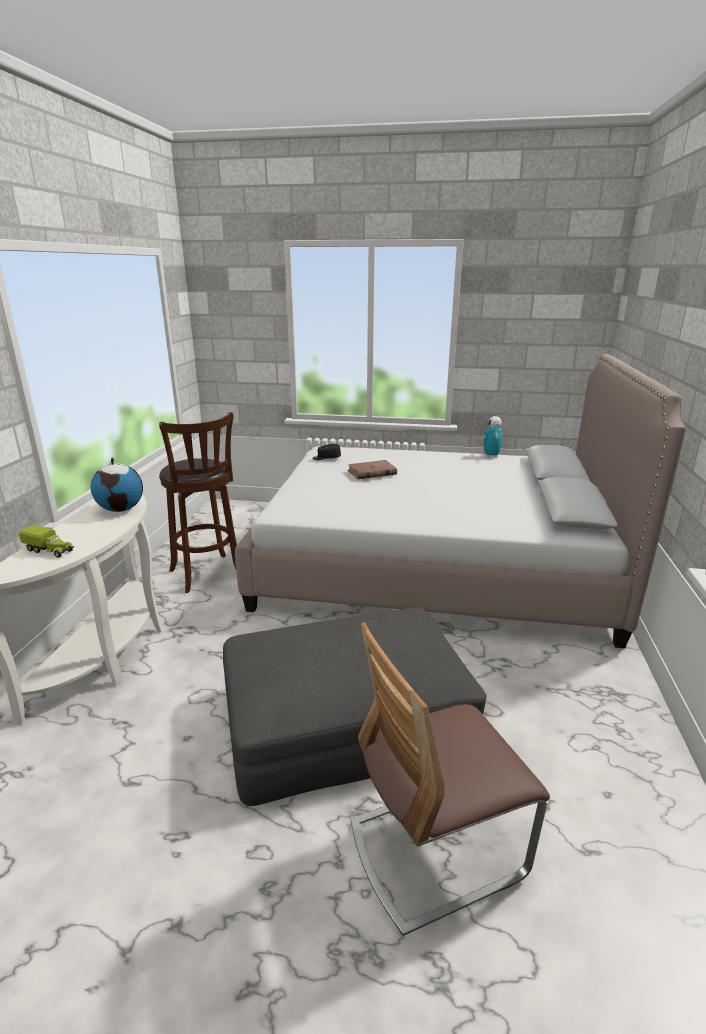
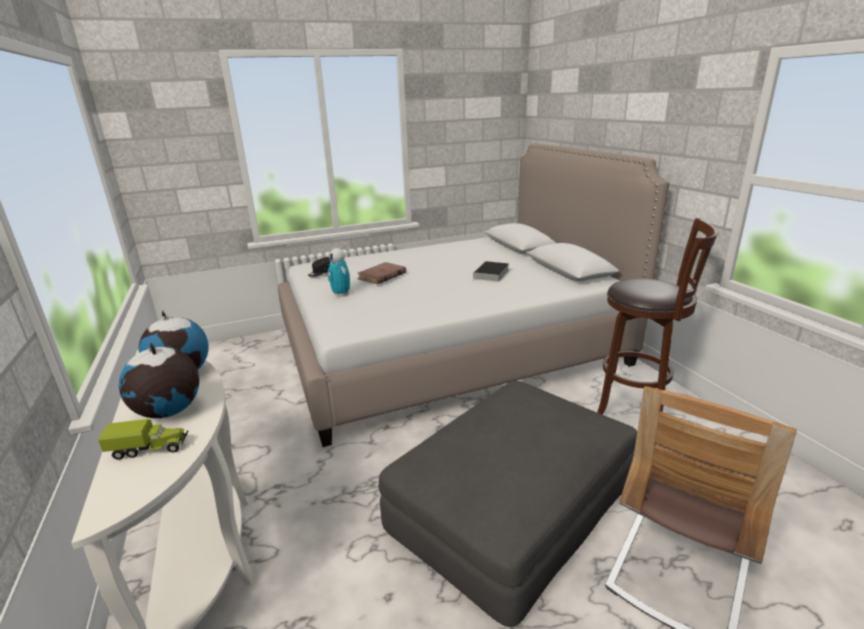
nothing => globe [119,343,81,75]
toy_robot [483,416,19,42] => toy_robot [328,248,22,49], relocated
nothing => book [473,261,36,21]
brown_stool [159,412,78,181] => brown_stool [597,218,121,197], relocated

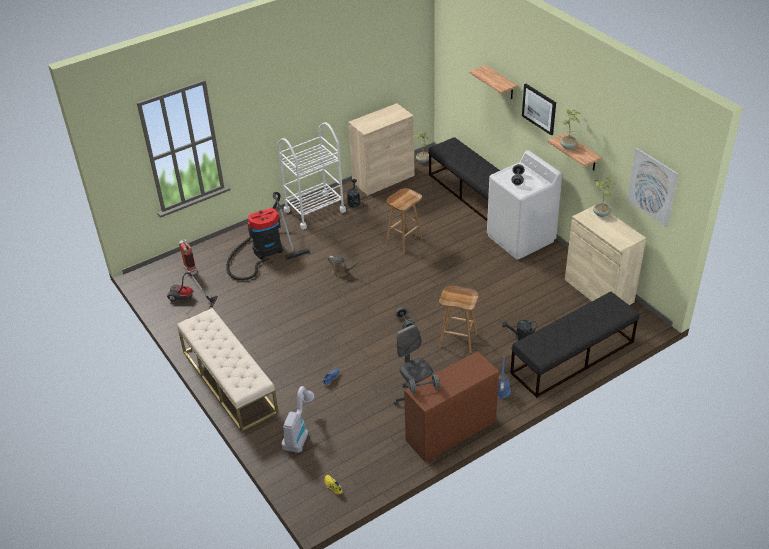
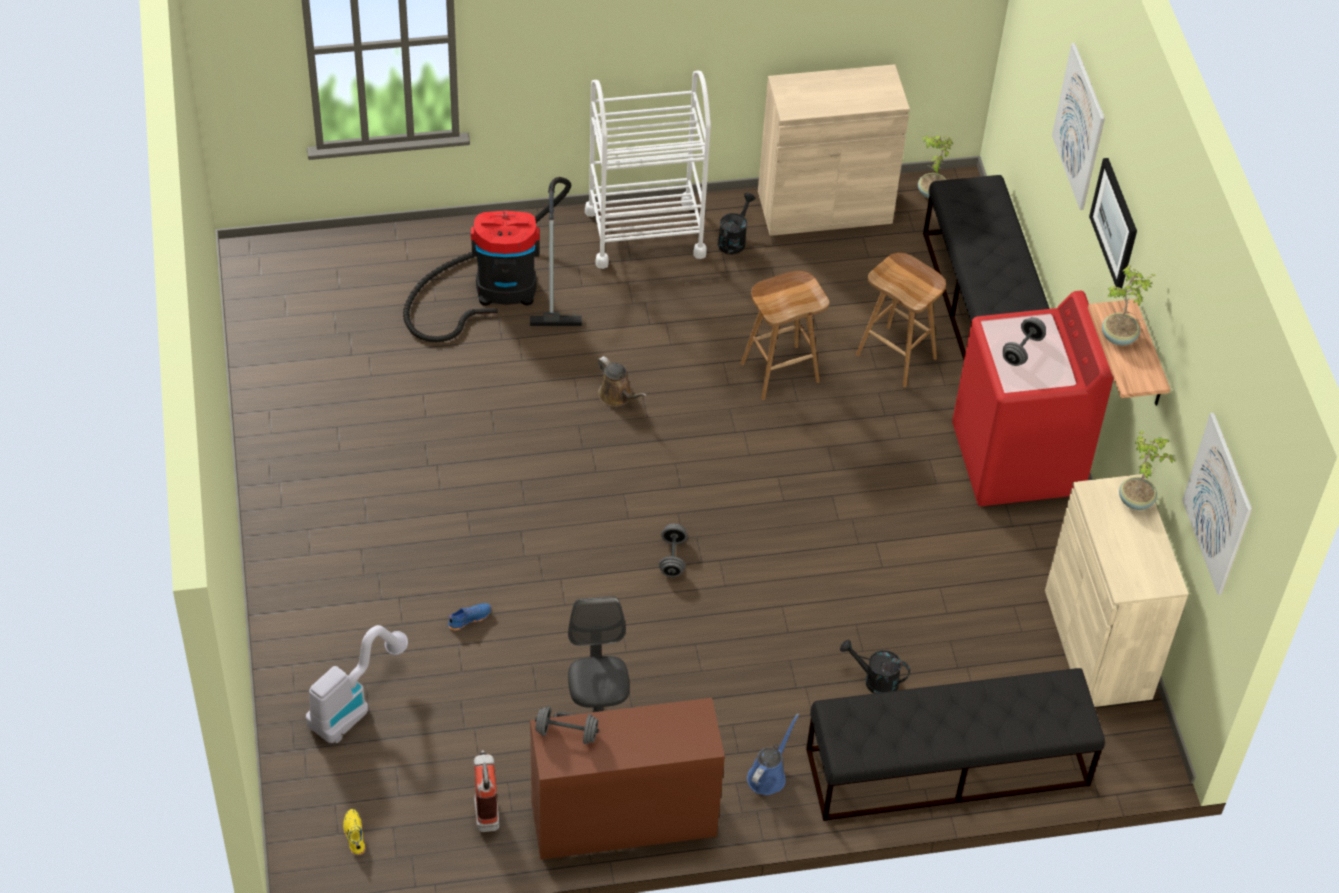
fire_extinguisher [179,239,18,37] => fire_extinguisher [474,750,25,82], relocated
brown_stool [439,286,40,67] => brown_stool [856,253,90,134], relocated
white_washing_machine [487,150,75,110] => red_washing_machine [952,291,162,215]
shelf [469,65,49,34] => picture [1052,43,53,167]
vacuum_cleaner [167,273,51,34] => nothing
beige_bench [177,308,102,124] => nothing

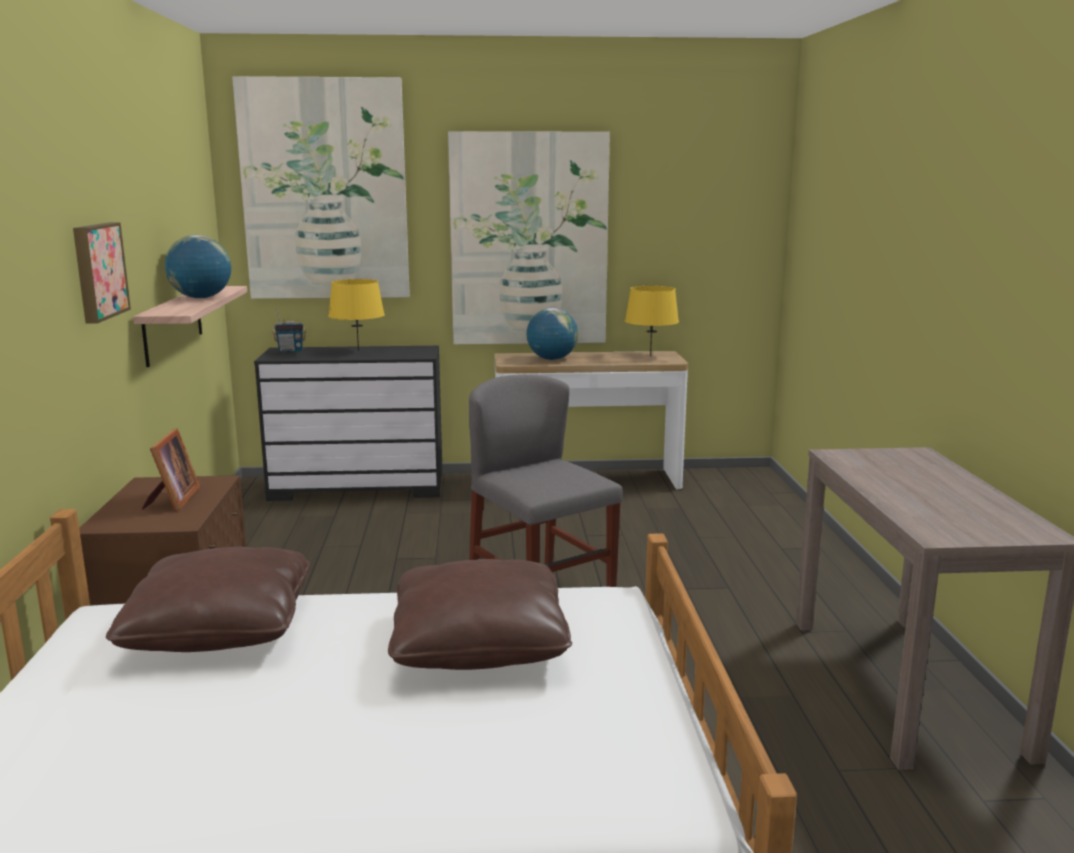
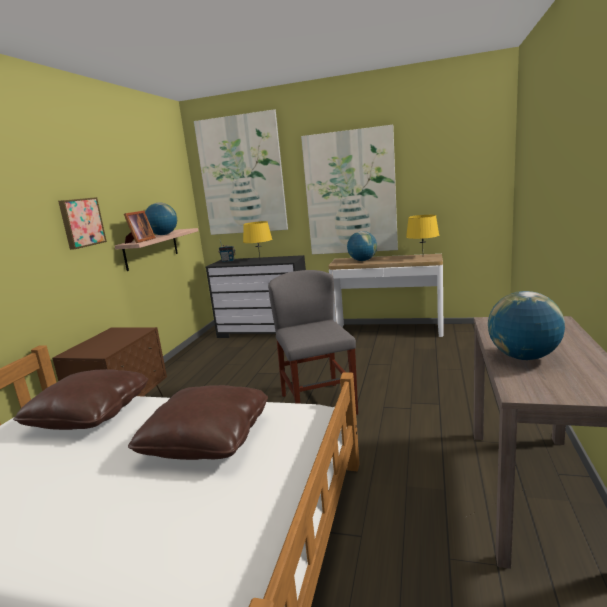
picture_frame [142,428,58,83] => picture_frame [124,211,32,33], relocated
nothing => globe [488,291,77,69]

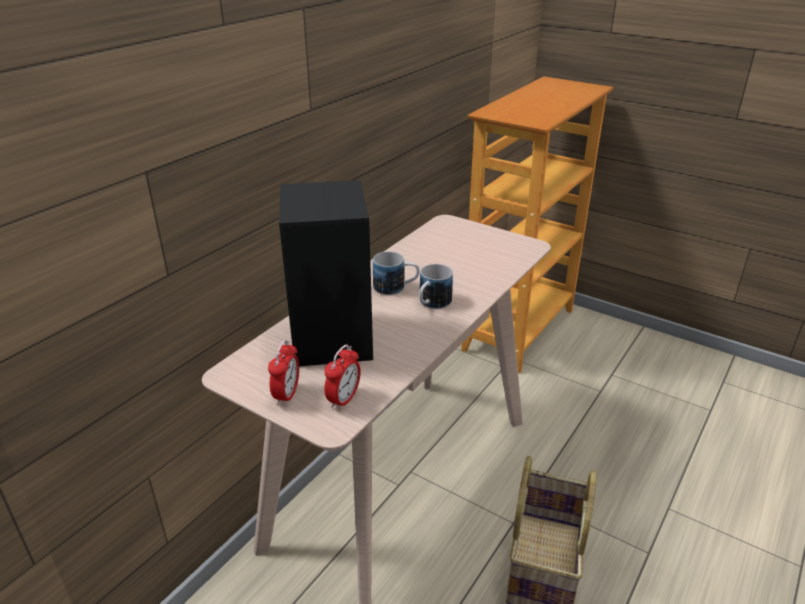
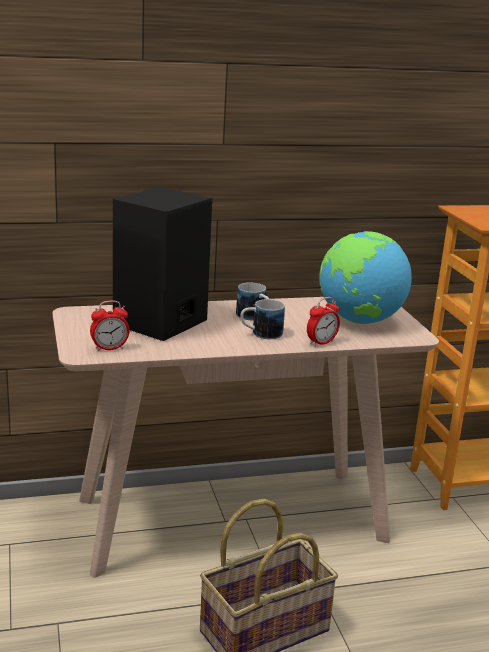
alarm_clock [268,340,31,66] => alarm_clock [307,297,33,50], relocated
nothing => globe [319,231,93,93]

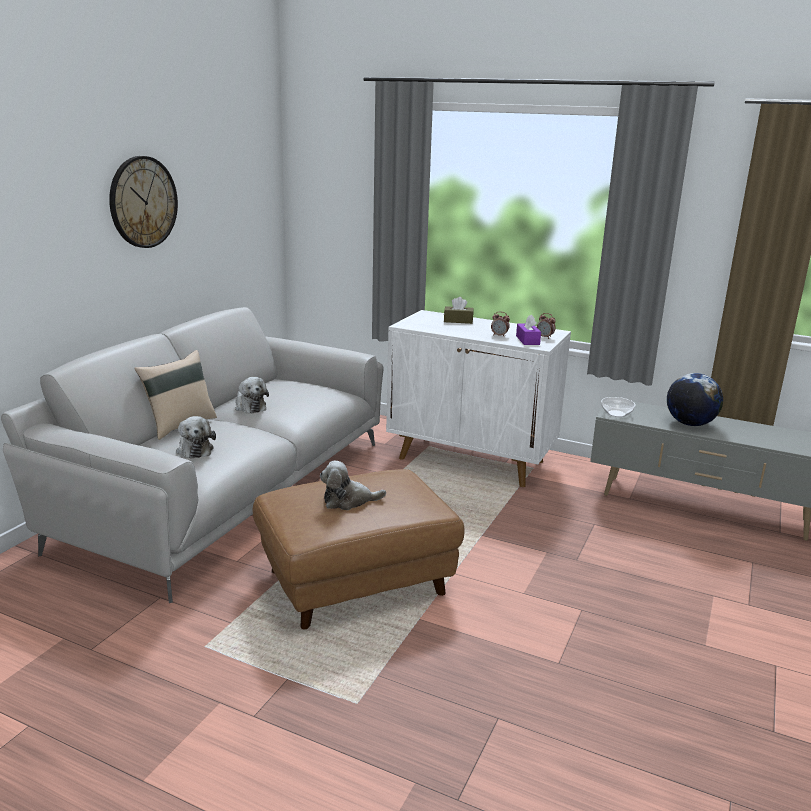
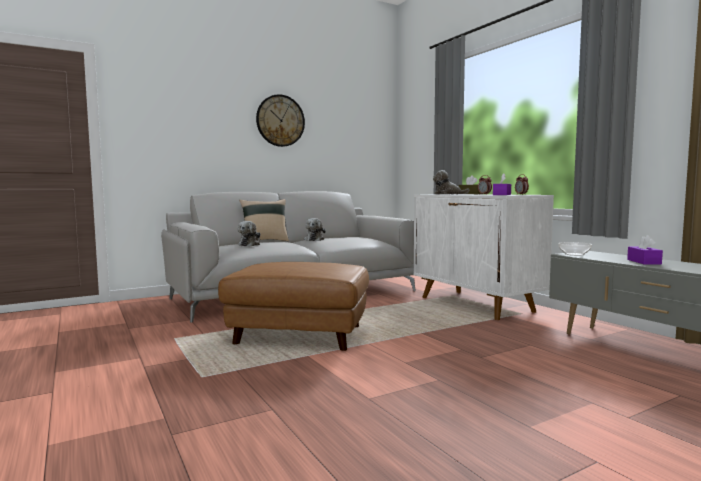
plush_toy [320,460,66,50] => plush_toy [433,170,37,25], relocated
globe [667,373,56,53] => purple_tissue_box [627,235,36,30]

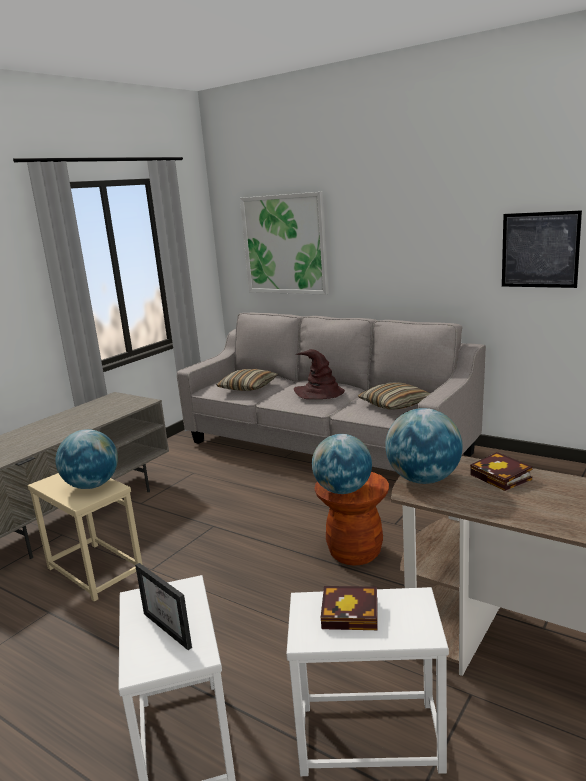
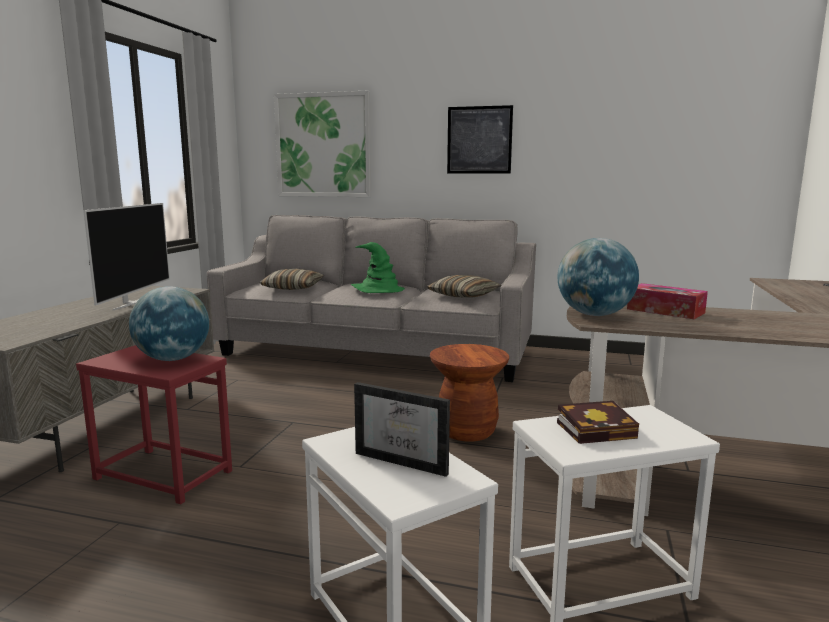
beige_side_table [28,473,115,129] => red_side_table [76,345,156,159]
nothing => television [83,203,87,107]
brown_hat [294,349,51,50] => green_hat [351,242,54,51]
picture [502,210,80,78] => picture [447,105,66,69], relocated
book [470,452,62,39] => tissue_box [627,283,81,36]
globe [312,434,60,60] => nothing

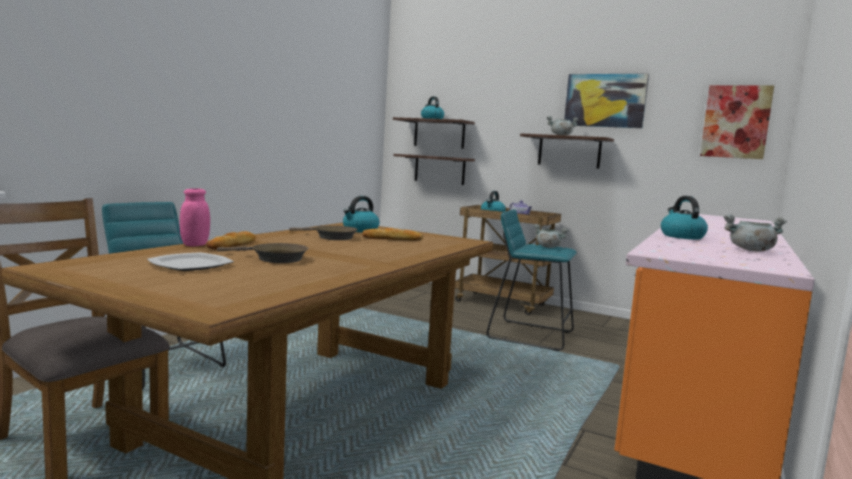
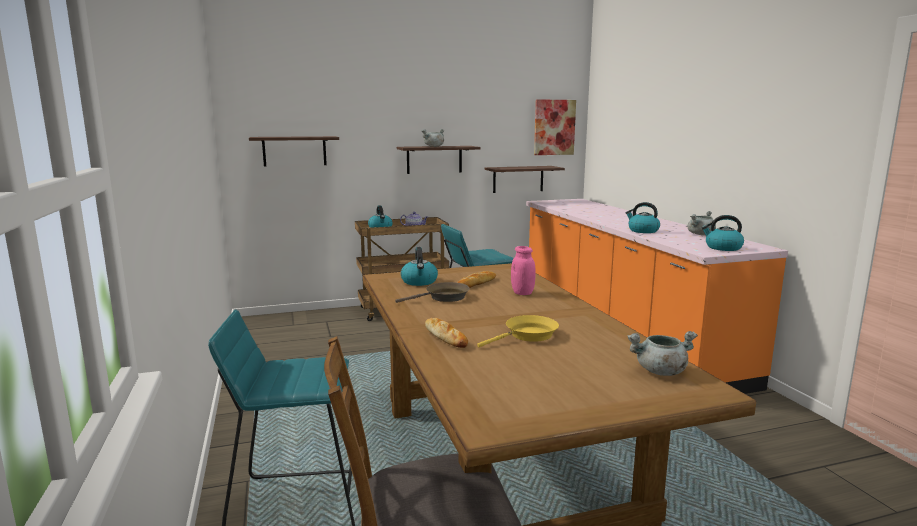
brown_frying_pan [217,243,92,20] => yellow_frying_pan [477,315,82,32]
shelf [394,154,81,31] => shelf [484,166,81,27], relocated
pink_jar [180,188,30,59] => pink_jar [511,246,25,49], relocated
grey_cooking_pot [534,224,34,24] => grey_cooking_pot [627,331,71,45], relocated
kettle [421,96,23,23] => kettle [701,215,43,36], relocated
plate [147,252,87,19] => nothing
picture [564,74,85,54] => nothing

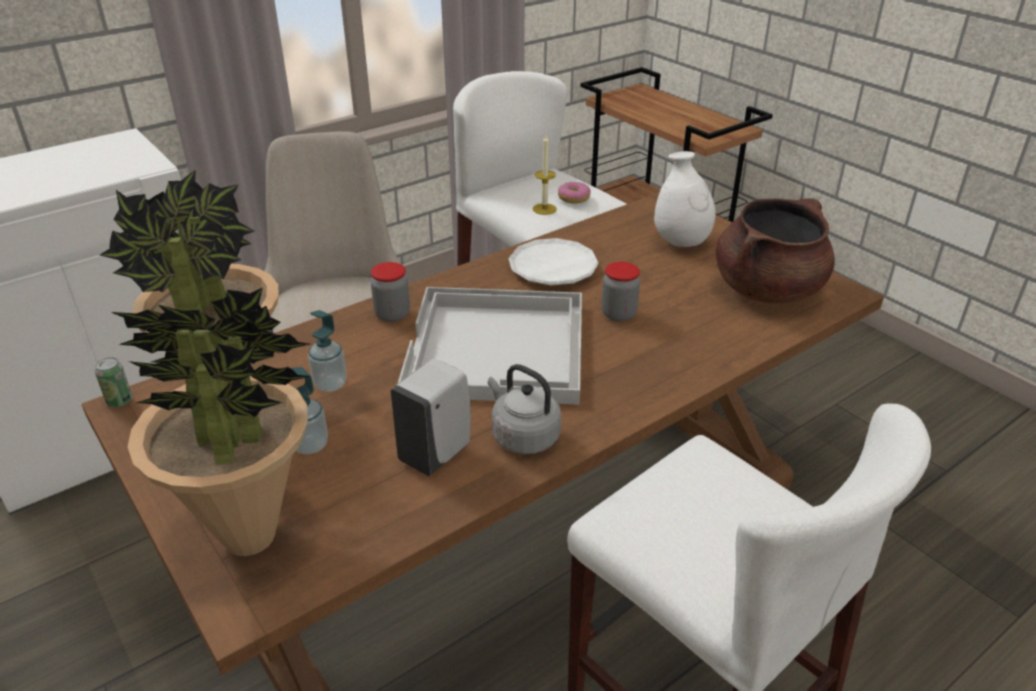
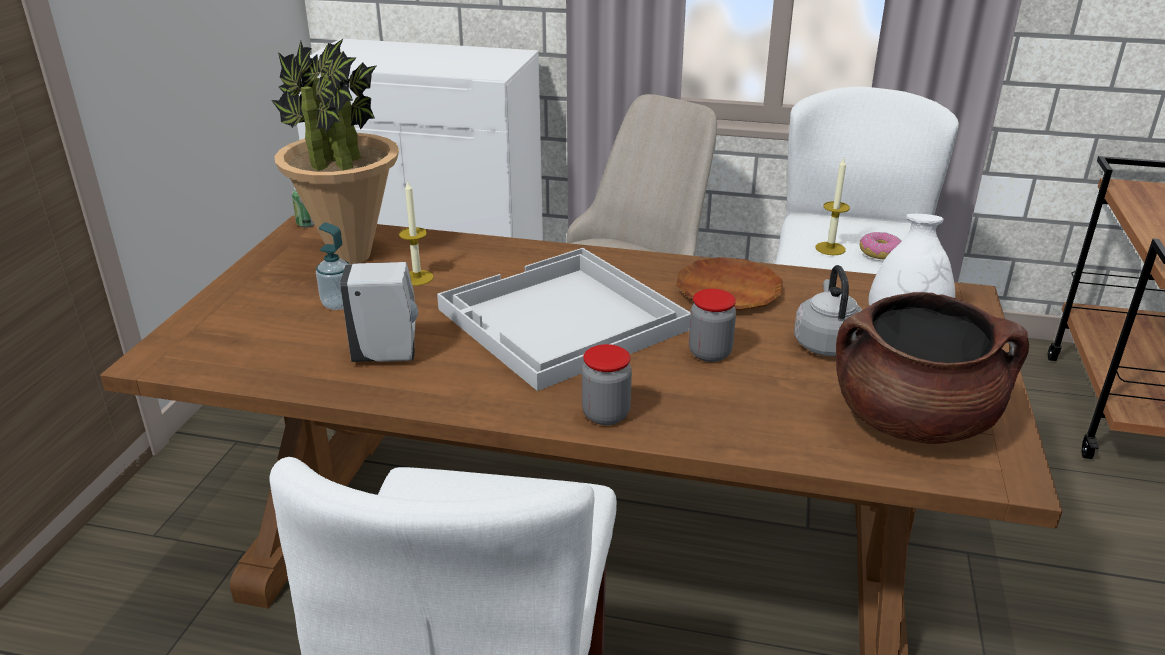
soap_dispenser [308,310,39,82] => candle [399,182,35,104]
jar [371,262,39,60] => jar [582,344,50,81], relocated
white_plate [508,238,91,48] => brown_plate [676,257,107,54]
grey_kettle [488,364,73,90] => grey_kettle [794,265,68,91], relocated
potted_plant [111,287,201,269] => nothing

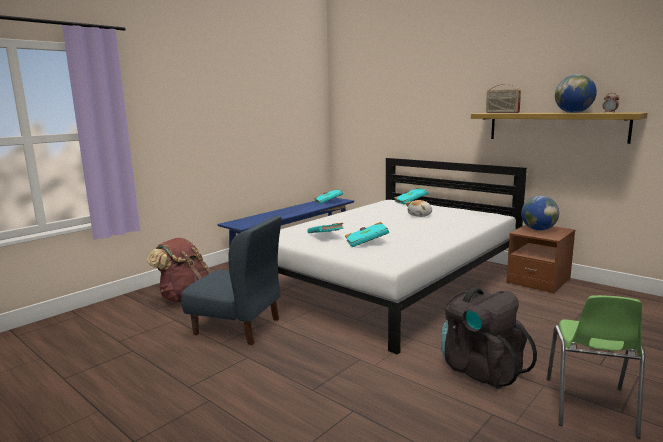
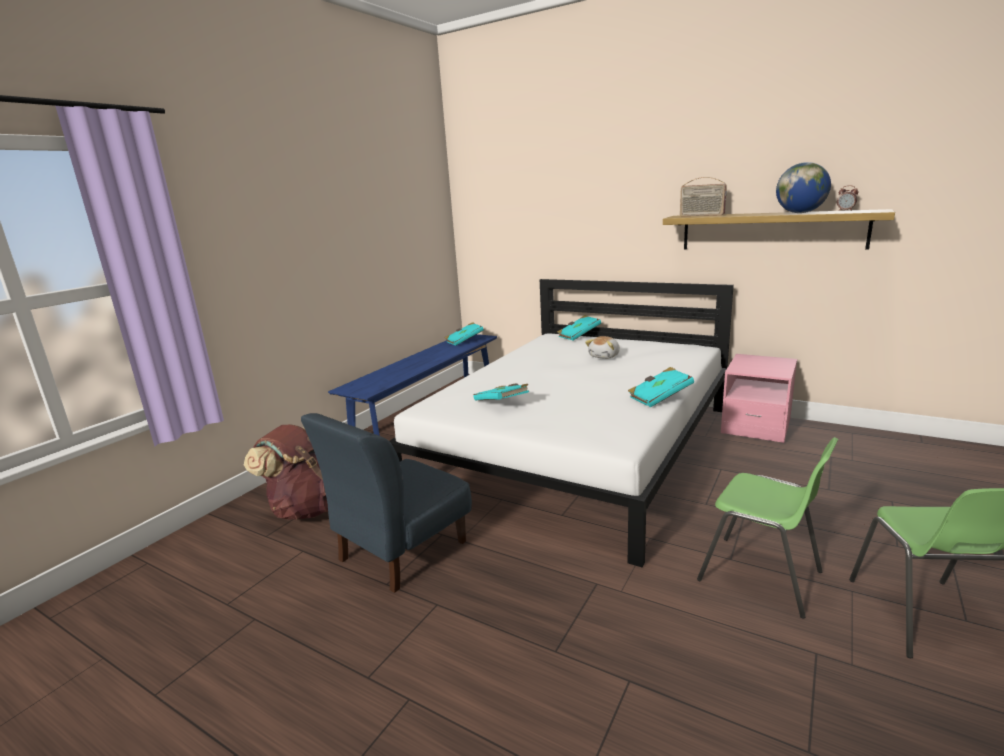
blue_chair [181,216,101,129] => blue_chair [301,413,171,180], 120 degrees clockwise
turquoise_book [345,222,44,25] => turquoise_book [628,367,66,40], relocated
black_backpack [441,287,96,102] => green_chair [697,437,142,181]
brown_nightstand [506,225,69,69] => pink_nightstand [721,354,76,89]
globe [521,196,38,35] => nothing

